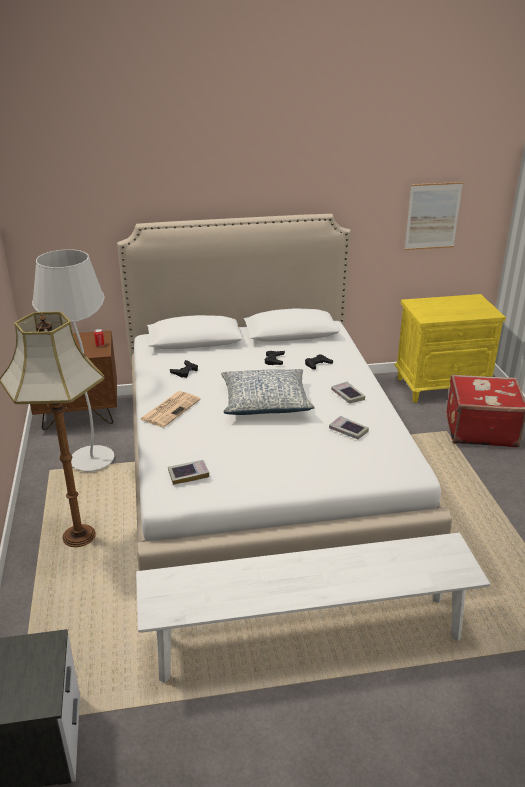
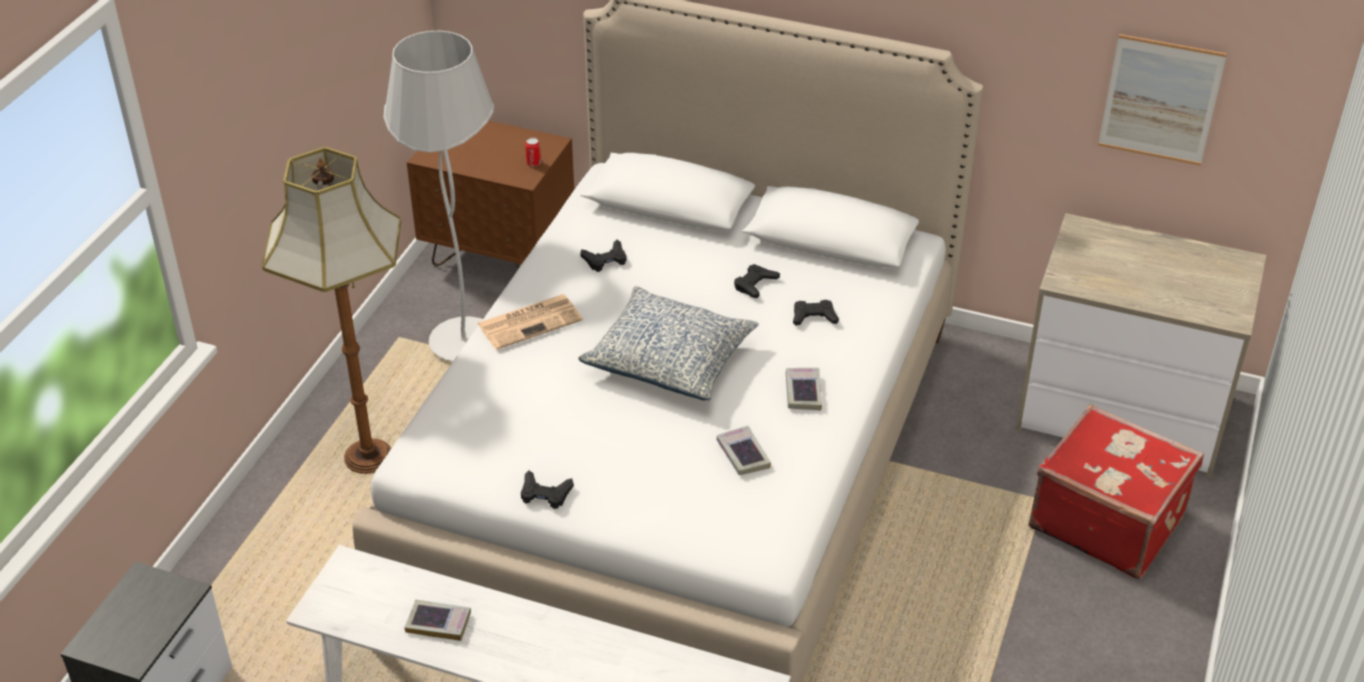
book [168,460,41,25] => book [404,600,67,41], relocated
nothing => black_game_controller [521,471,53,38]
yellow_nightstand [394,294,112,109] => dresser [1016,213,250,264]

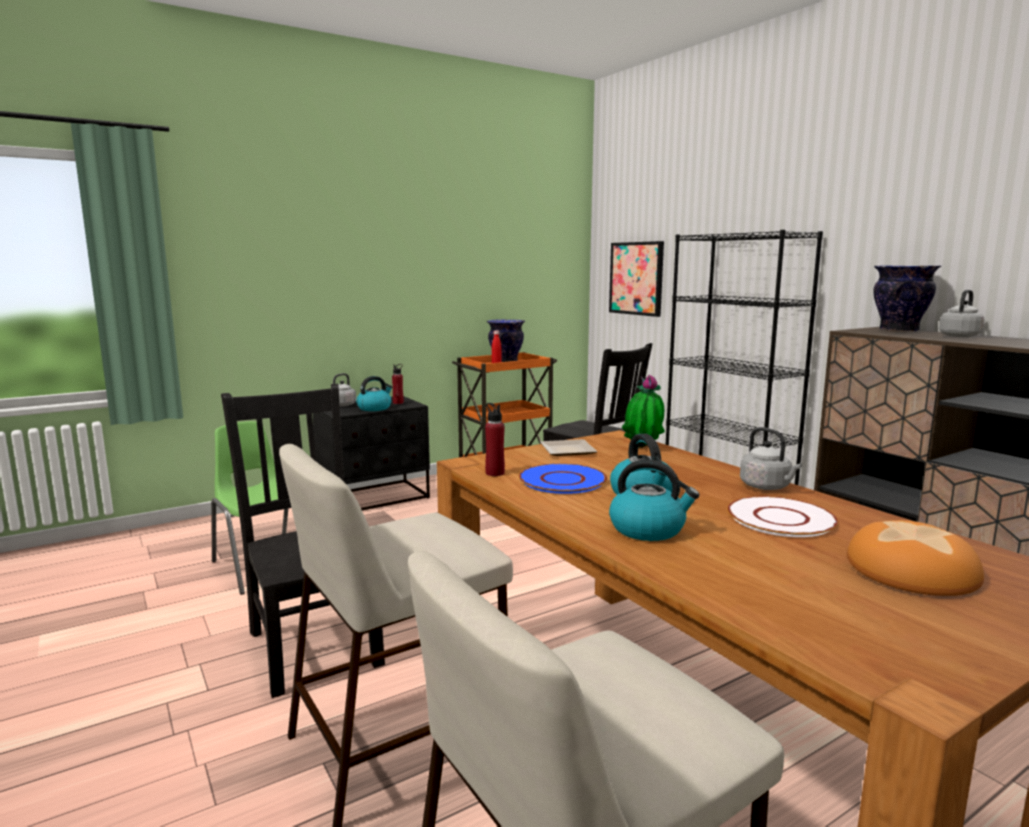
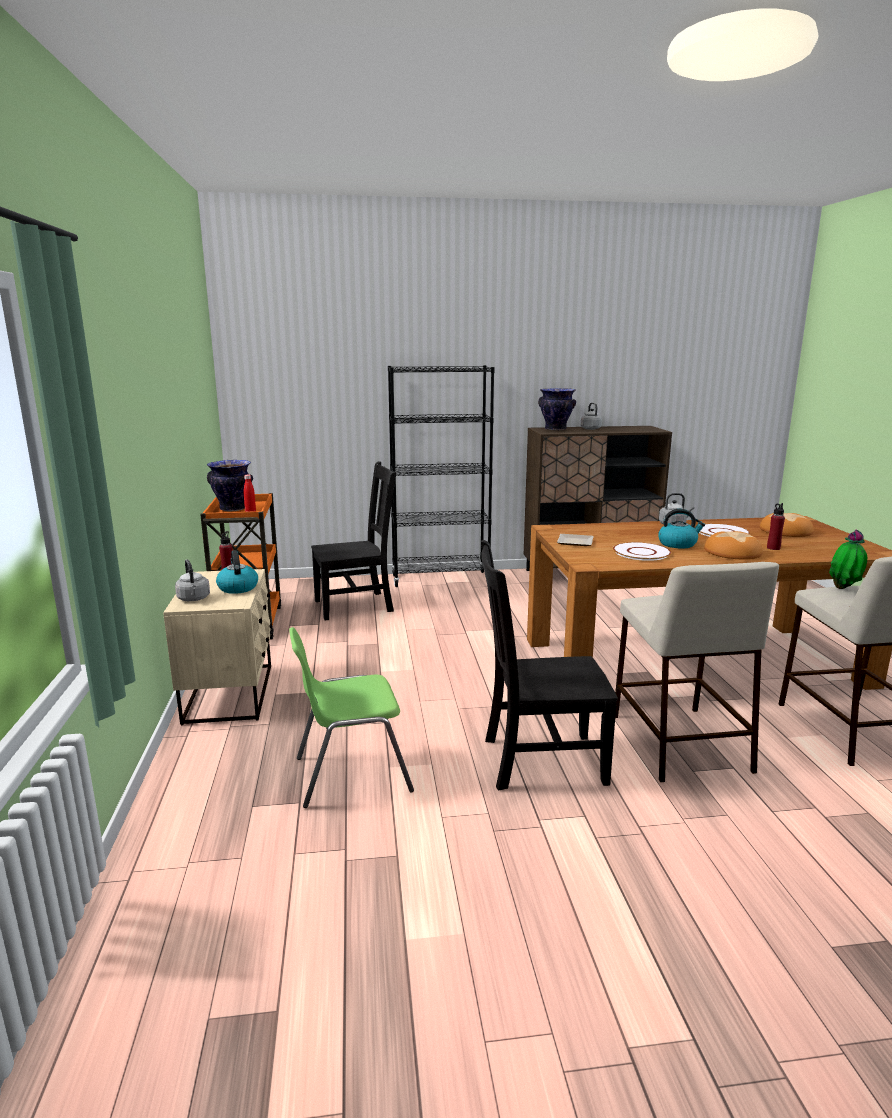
black_nightstand [312,396,118,114] => beige_nightstand [163,569,109,156]
blue_plate [519,463,88,31] => white_plate [613,542,58,19]
kettle [609,459,91,82] => bread [704,531,59,29]
red_bottle [485,403,20,73] => red_bottle [767,503,18,47], relocated
potted_plant [622,375,43,73] => potted_plant [829,530,38,59], relocated
picture [609,241,55,76] => nothing

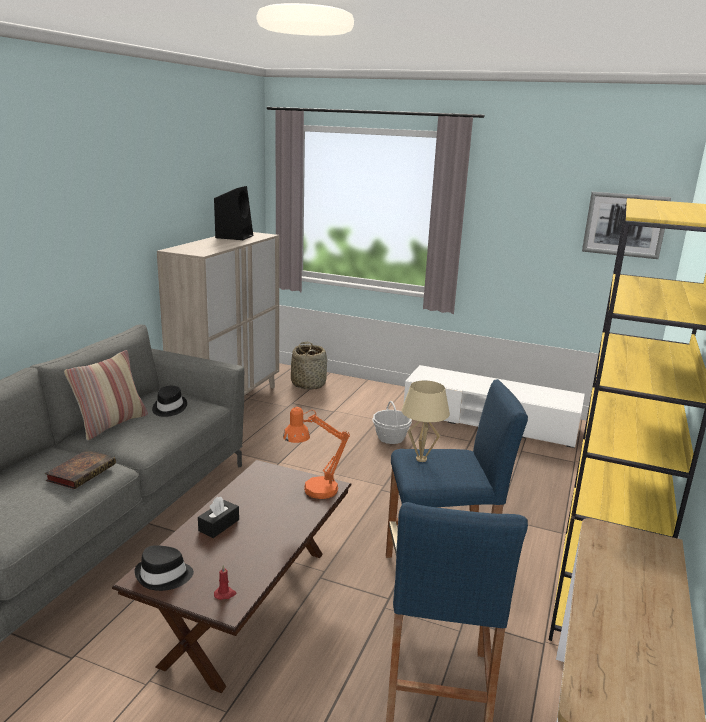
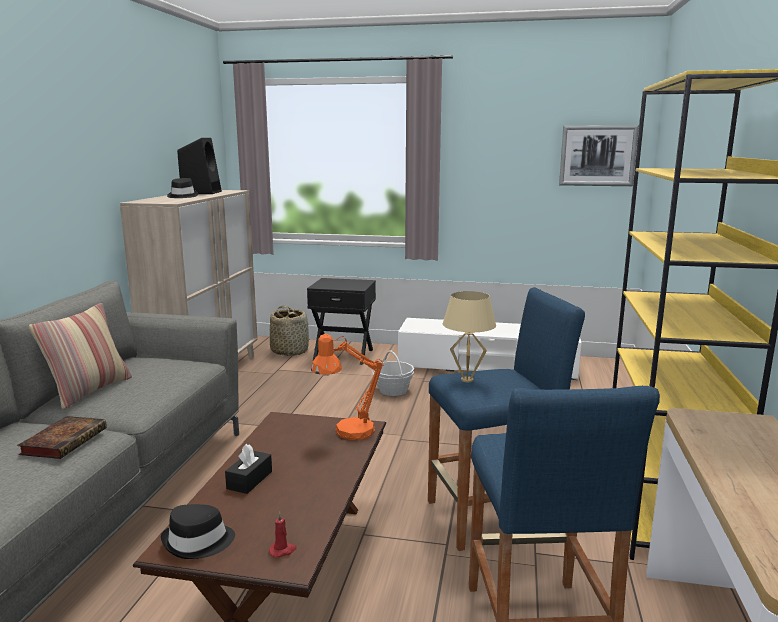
black_hat [152,386,35,31] => black_hat [167,178,31,20], relocated
nothing => black_nightstand [307,278,69,87]

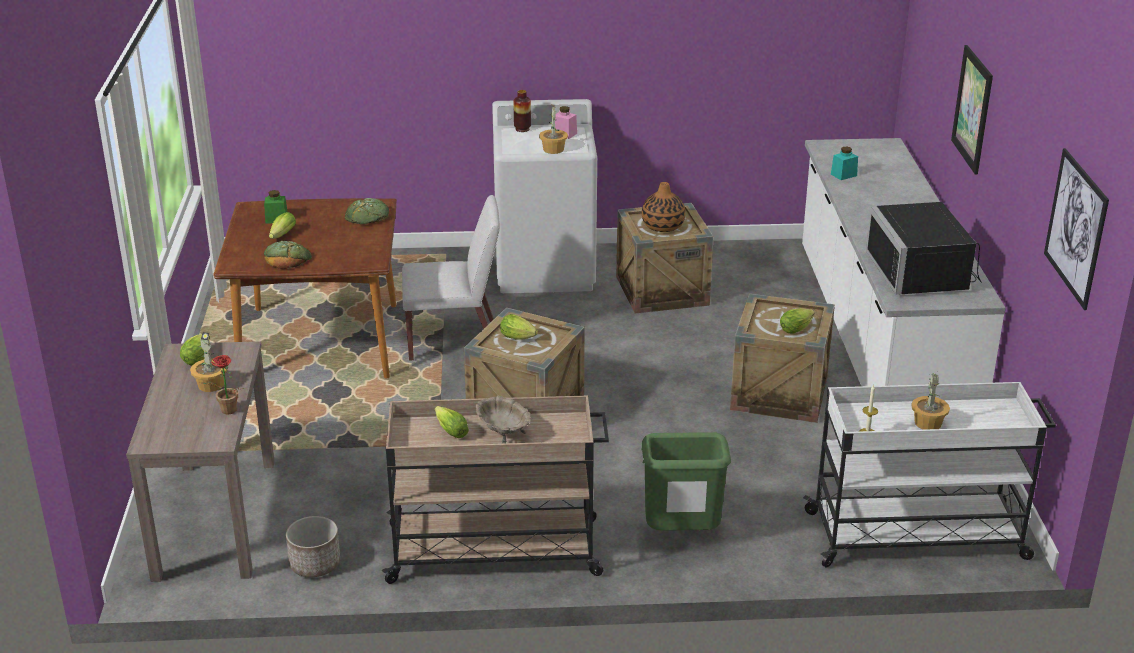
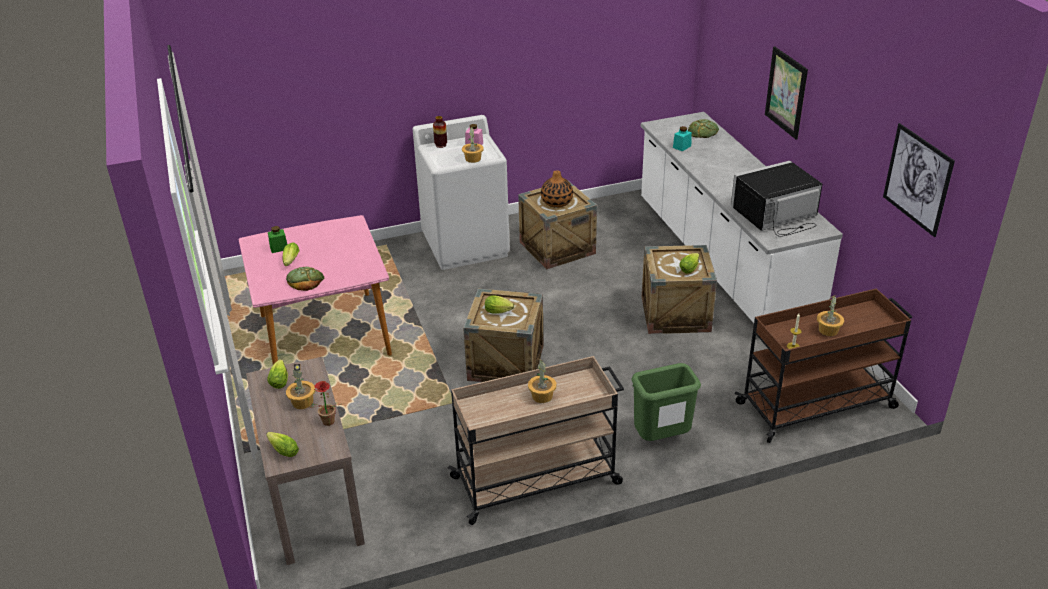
brown_dining_table [213,198,184,181] => pink_dining_table [239,215,153,150]
lettuce [435,406,34,32] => lettuce [266,432,33,25], relocated
beige_bowl [476,396,55,48] => potted_plant [528,359,28,44]
bread [345,198,44,27] => bread [688,119,31,19], relocated
black_microwave [866,202,116,93] => black_microwave [731,161,91,76], 90 degrees clockwise
white_cart [803,382,253,186] => brown_cart [735,288,177,155]
planter [286,516,54,61] => nothing
white_chair [402,195,98,166] => nothing

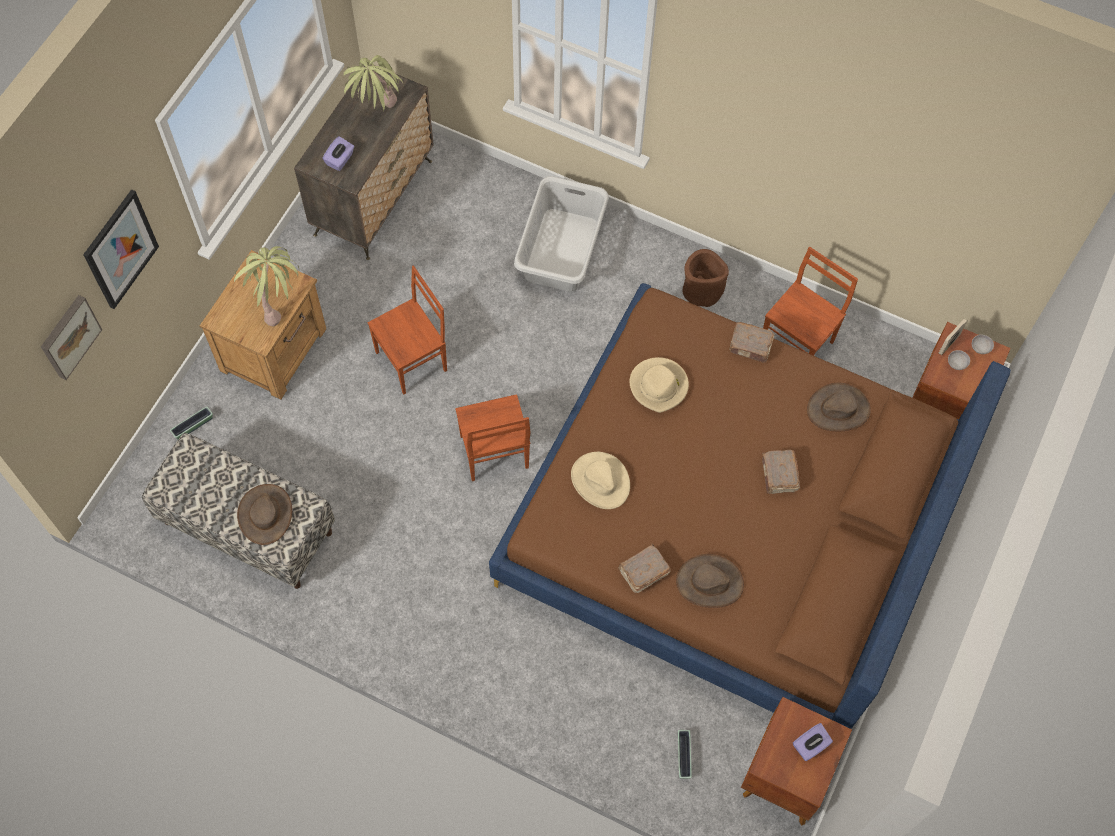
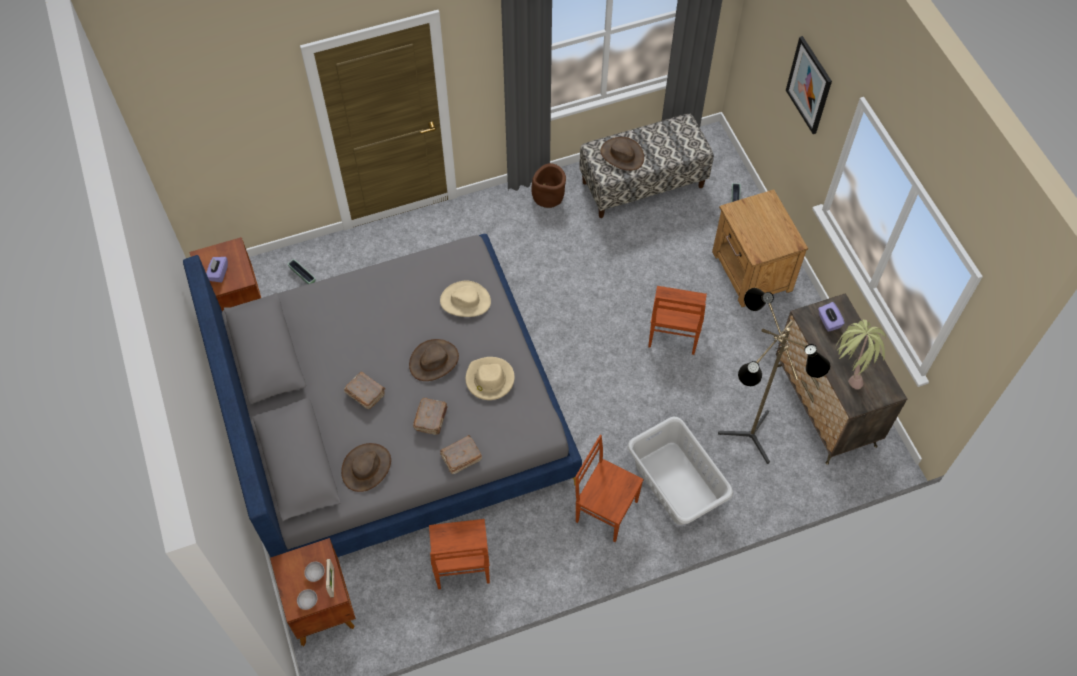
brown_bed [489,283,522,446] => grey_bed [183,234,399,323]
brown_hat [676,554,68,54] => brown_hat [409,339,50,42], relocated
brown_book [618,543,53,50] => brown_book [413,398,35,37], relocated
brown_planter [683,249,46,58] => brown_planter [531,163,35,45], relocated
brown_chair [455,394,76,87] => brown_chair [575,434,69,108], relocated
nothing => floor_lamp [718,288,113,176]
picture [41,295,61,85] => nothing
potted_plant [234,246,65,81] => nothing

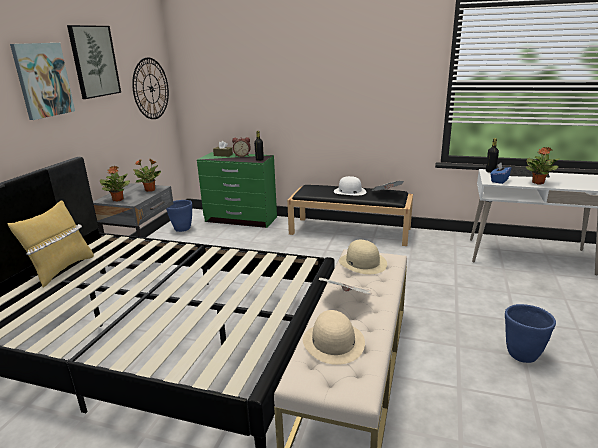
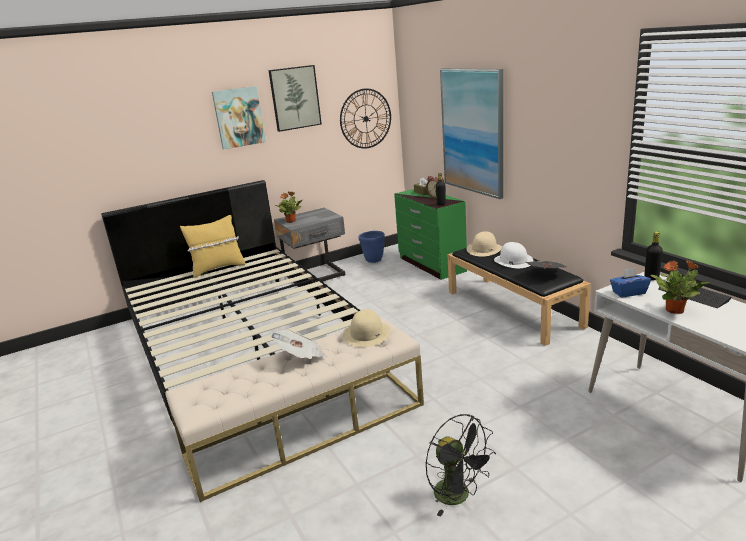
blue_planter [505,304,51,59] => black_fan [425,414,71,103]
nothing => picture [440,68,63,131]
beige_hat [303,310,62,55] => beige_hat [467,231,35,26], relocated
potted_plant [133,159,28,33] => nothing

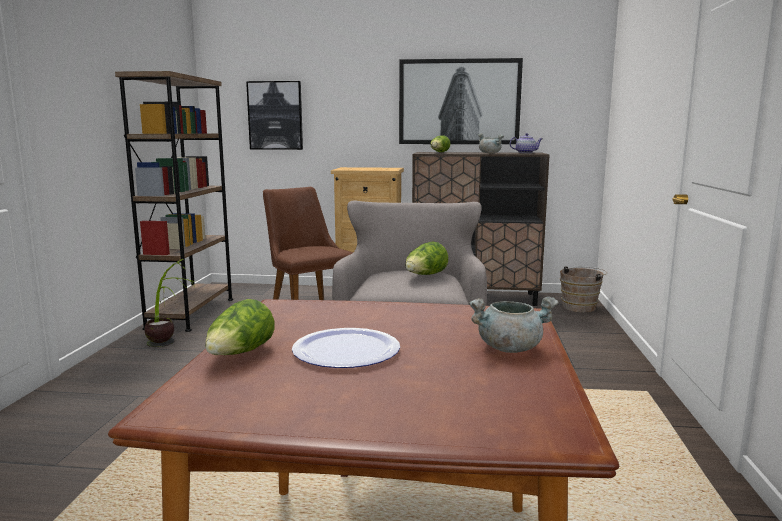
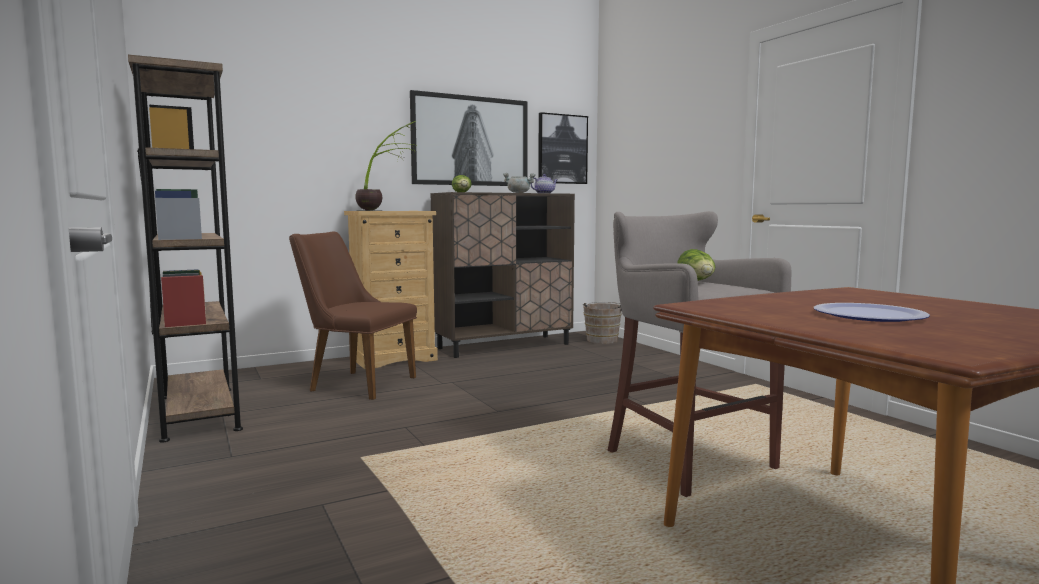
potted_plant [144,259,51,88] => potted_plant [355,121,61,90], relocated
picture [246,81,57,69] => picture [538,112,50,72], relocated
lettuce [205,299,69,56] => nothing
grey_cooking_pot [469,297,90,56] => nothing

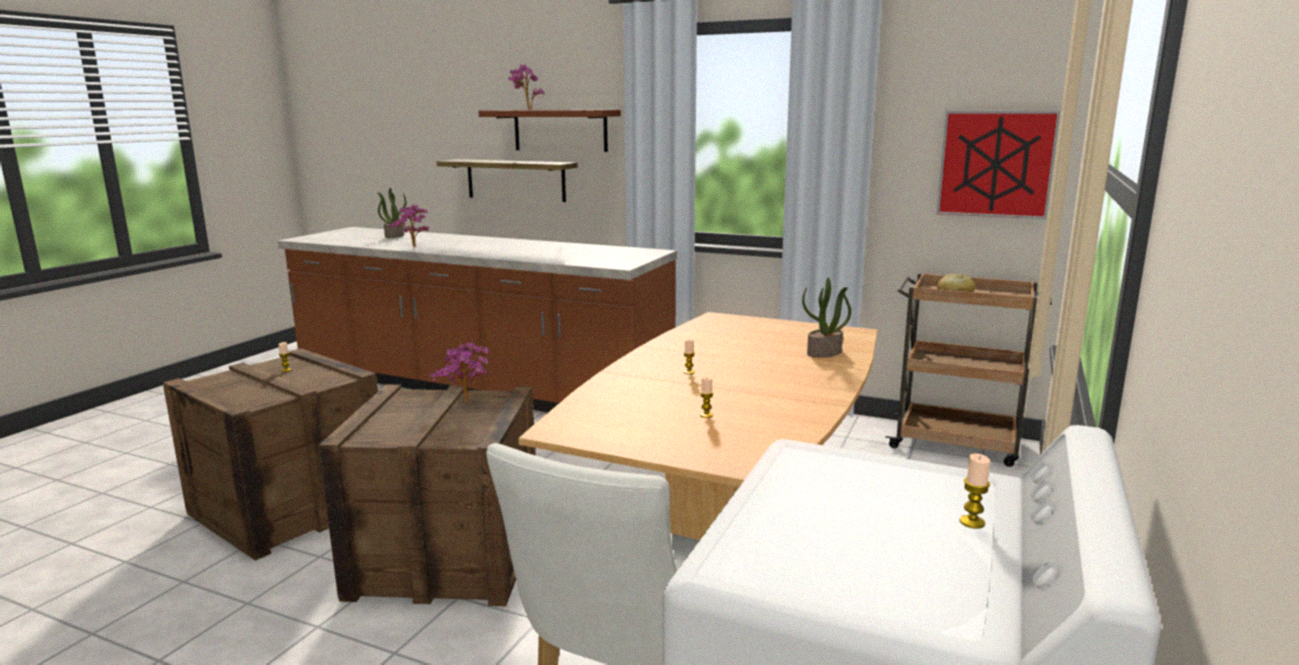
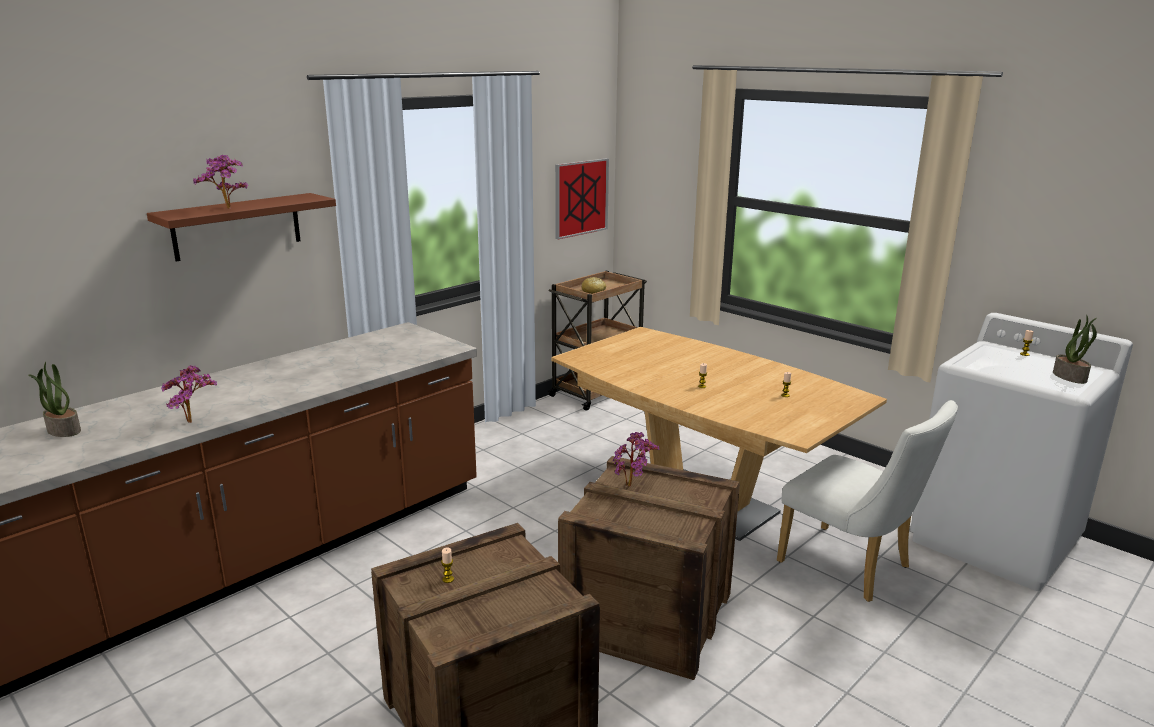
potted_plant [802,278,49,80] => potted_plant [1053,316,44,68], relocated
shelf [437,159,141,43] => nothing

